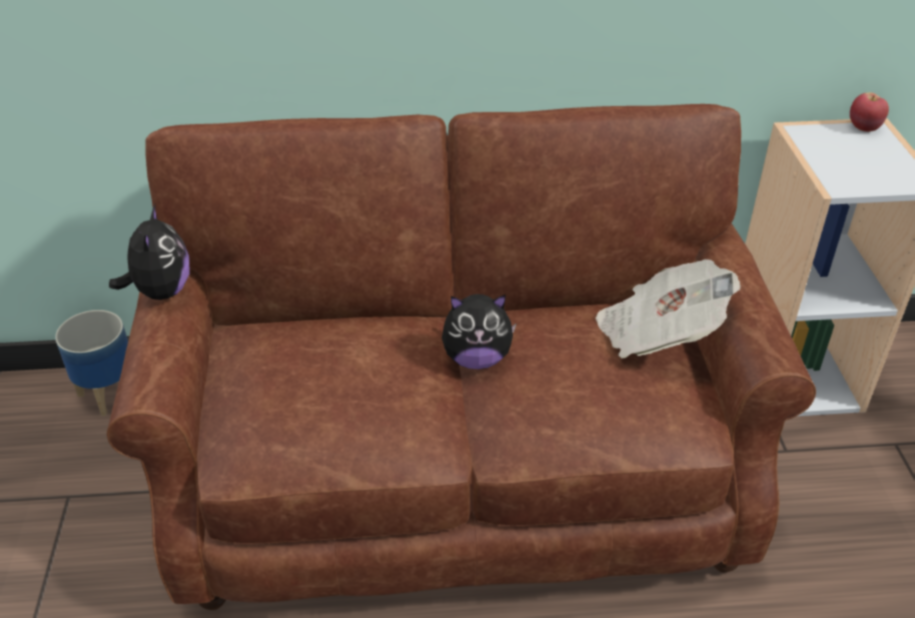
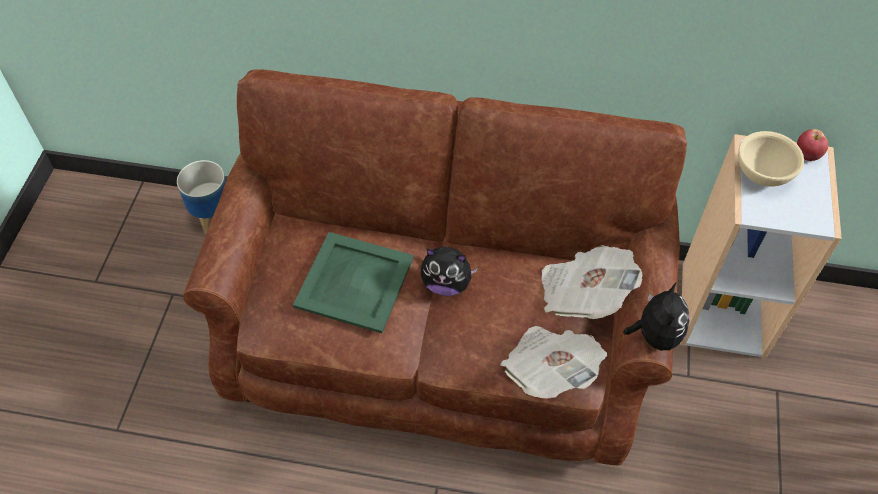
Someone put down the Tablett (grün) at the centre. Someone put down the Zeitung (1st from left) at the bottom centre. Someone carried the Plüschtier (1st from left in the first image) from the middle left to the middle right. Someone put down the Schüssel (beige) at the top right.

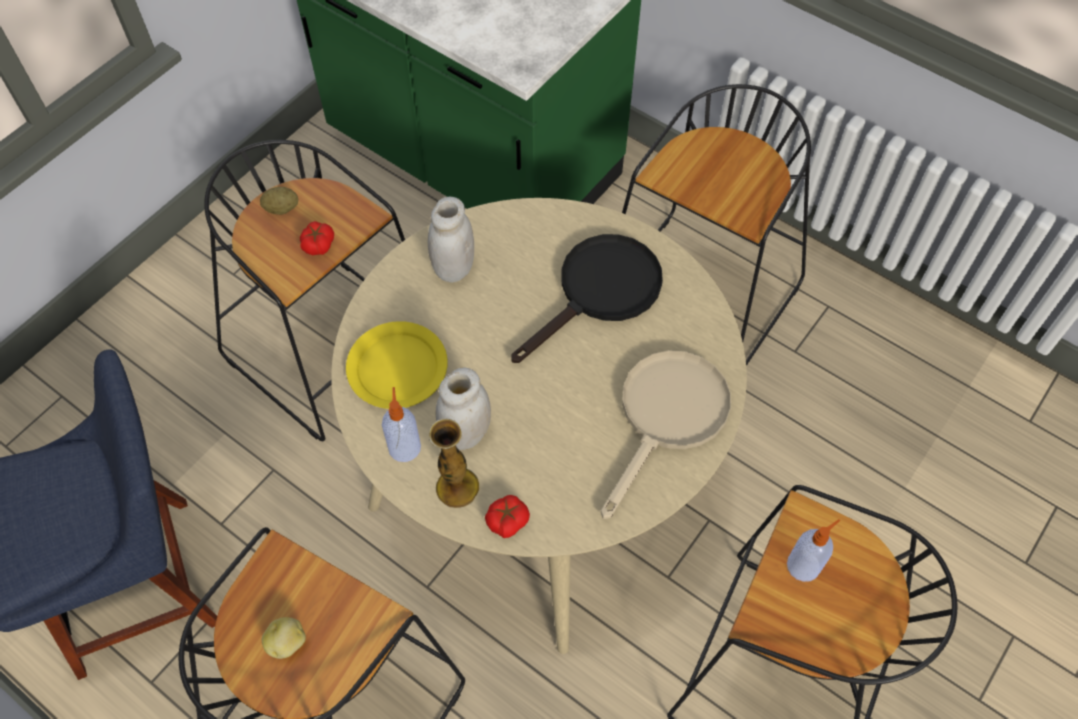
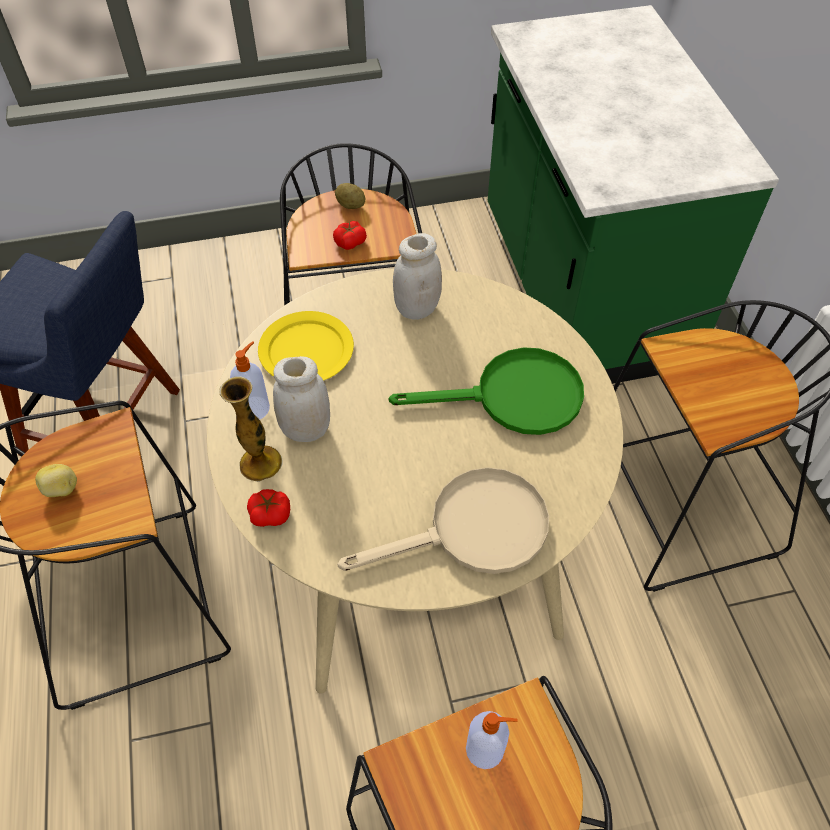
Someone repainted the Pfanne (schwarz) at the centre, which became the Pfanne (grün) at the centre.

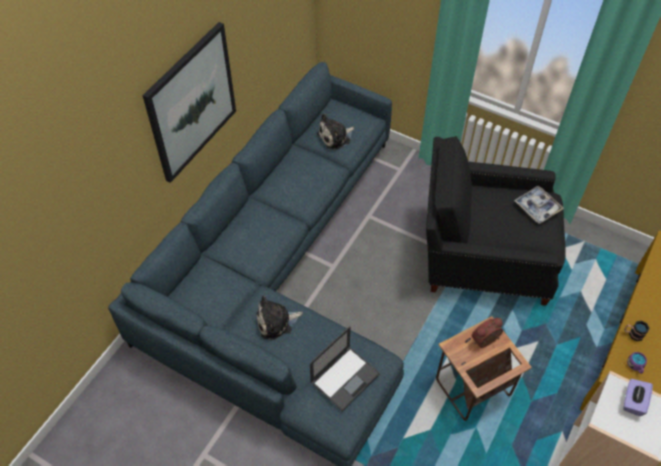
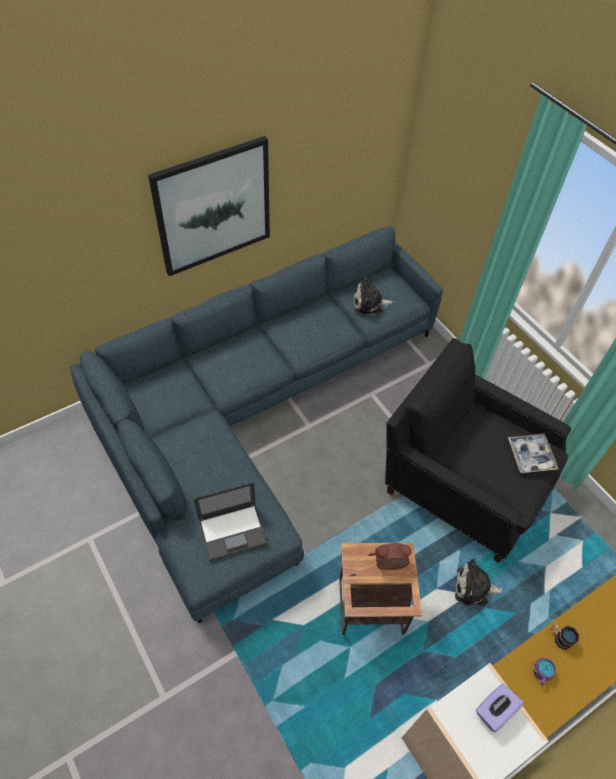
Someone carried the Plüschtier (1st from left in the first image) from the bottom centre to the bottom right.

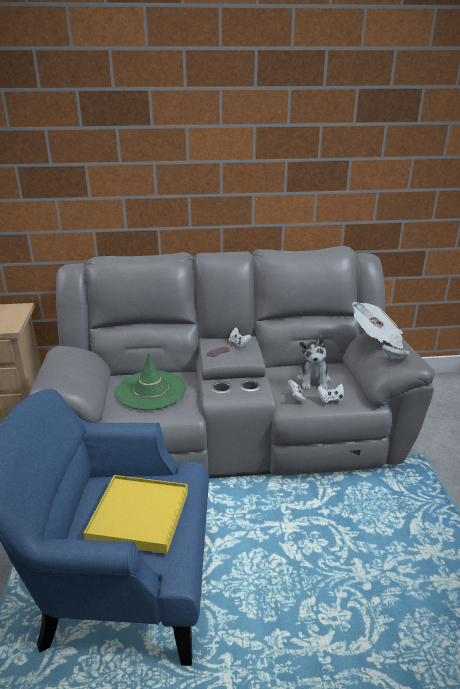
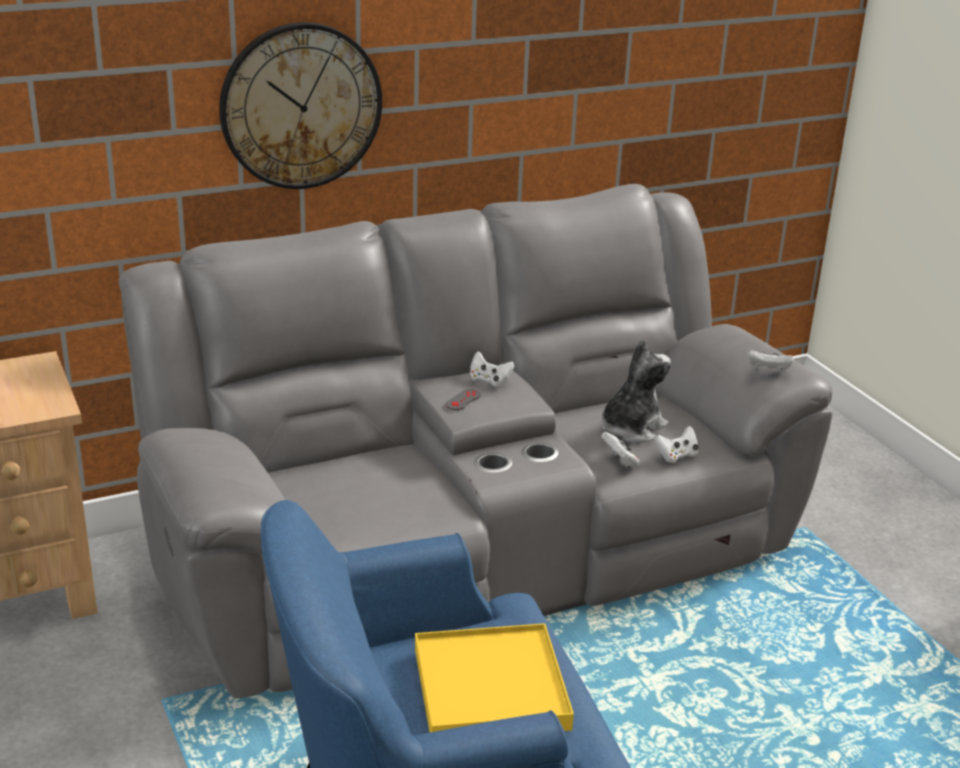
Someone put up the Wanduhr at the top left. Someone rotated the Plüschtier at the middle right by 120 degrees counterclockwise. Someone took away the Hut (grün) at the middle left. Someone took away the Zeitung at the middle right.

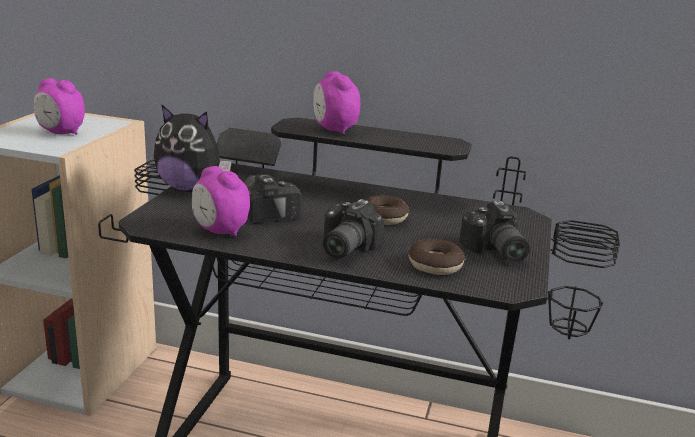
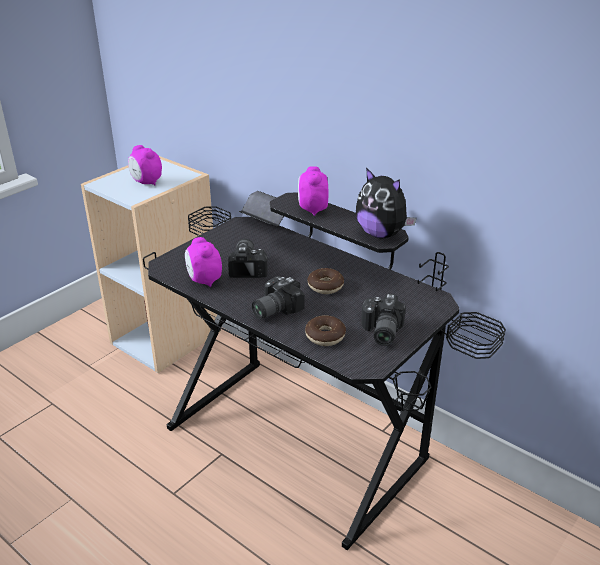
Someone carried the Plüschtier from the middle left to the centre.

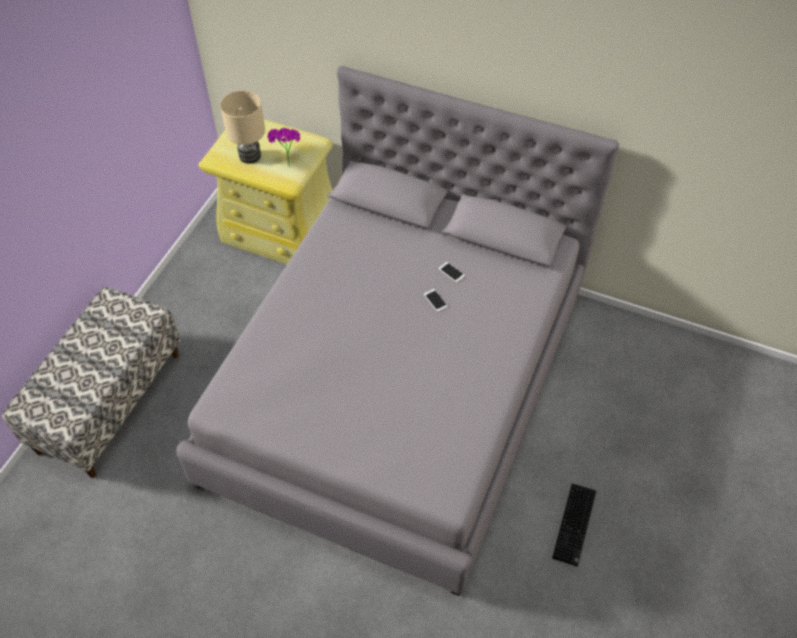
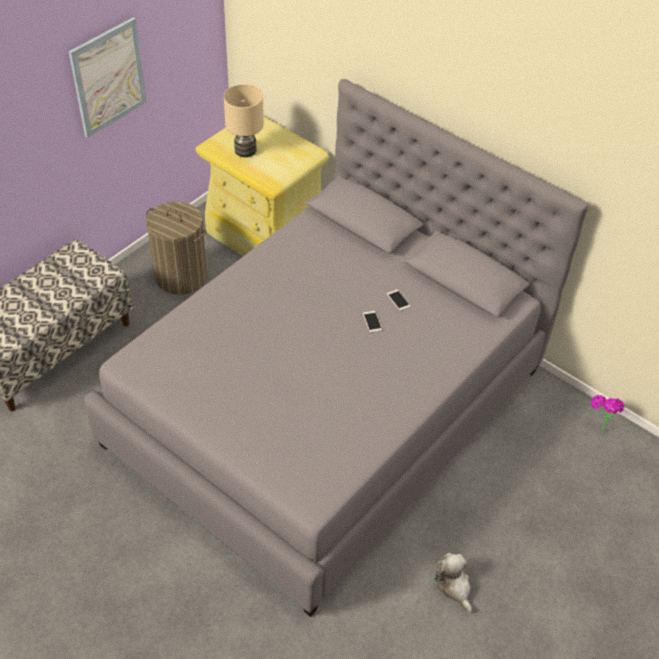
Someone put up the Bild at the top left. Someone put down the Wäschekorb at the middle left. Someone swapped the Tastatur at the bottom right for the Plüschtier at the bottom right. Someone carried the Topfpflanze from the top centre to the middle right.

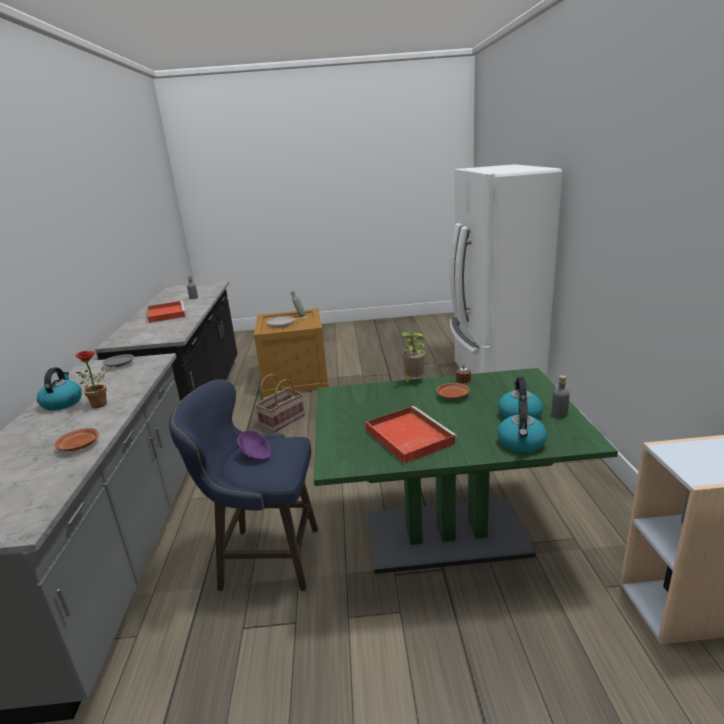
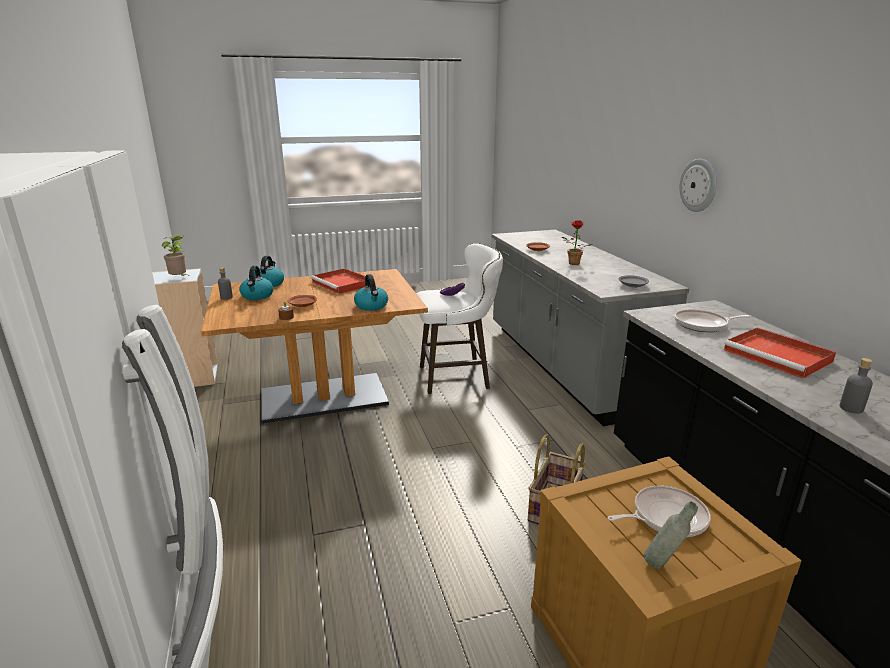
Someone carried the Topfpflanze (2nd from left in the first image) from the centre to the middle left. Someone repainted the Esstisch (grün) at the centre, which became the Esstisch (braun) at the centre. Someone carried the Wasserkessel (1st from left in the first image) from the middle left to the centre. Someone repainted the Hocker (blau) at the bottom centre, which became the Hocker (weiß) at the centre. Someone put down the Pfanne (2nd from left) at the middle right. Someone put up the Wanduhr at the top right.

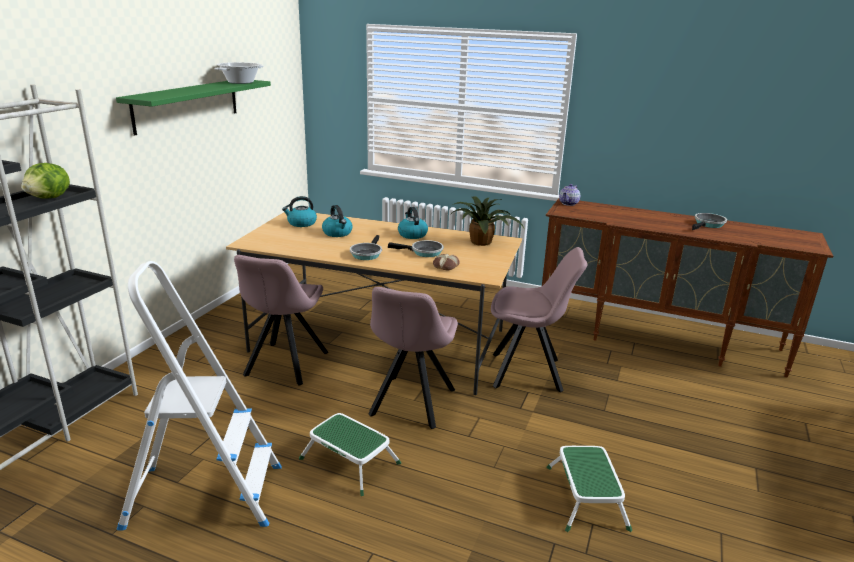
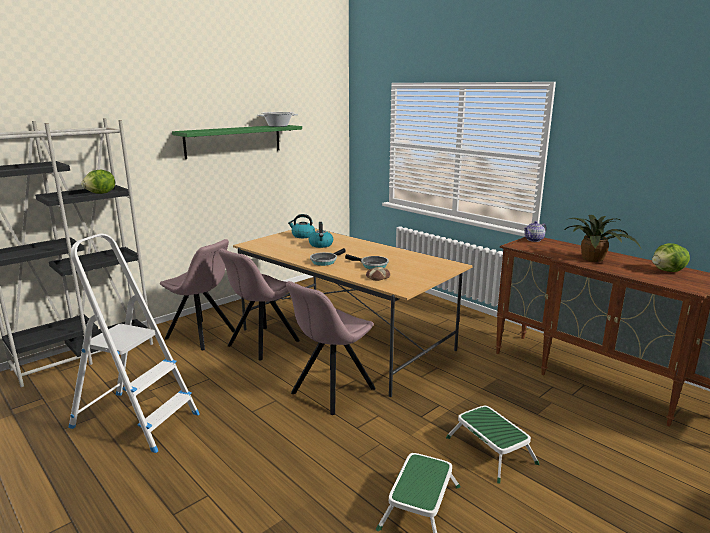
Someone carried the Stuhl (rosa) (3rd from left in the first image) from the centre to the middle left. Someone carried the Trittleiter (grün) (1st from left in the first image) from the bottom centre to the bottom right. Someone carried the Topfpflanze from the centre to the middle right. Someone swapped the Pfanne (3rd from left) at the middle right for the Salatkopf (2nd from left) at the middle right. Someone took away the Wasserkessel (3rd from left) at the centre.

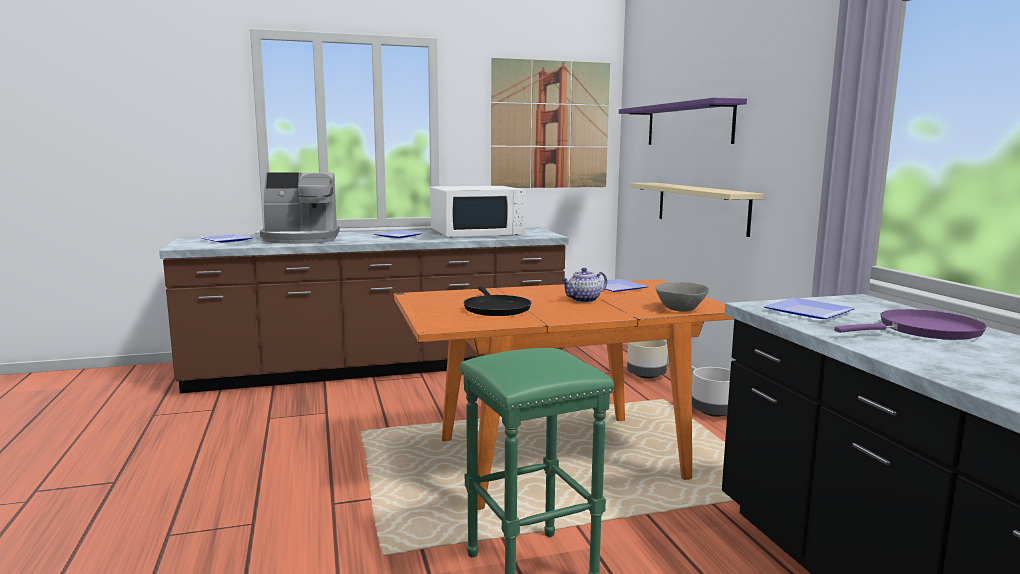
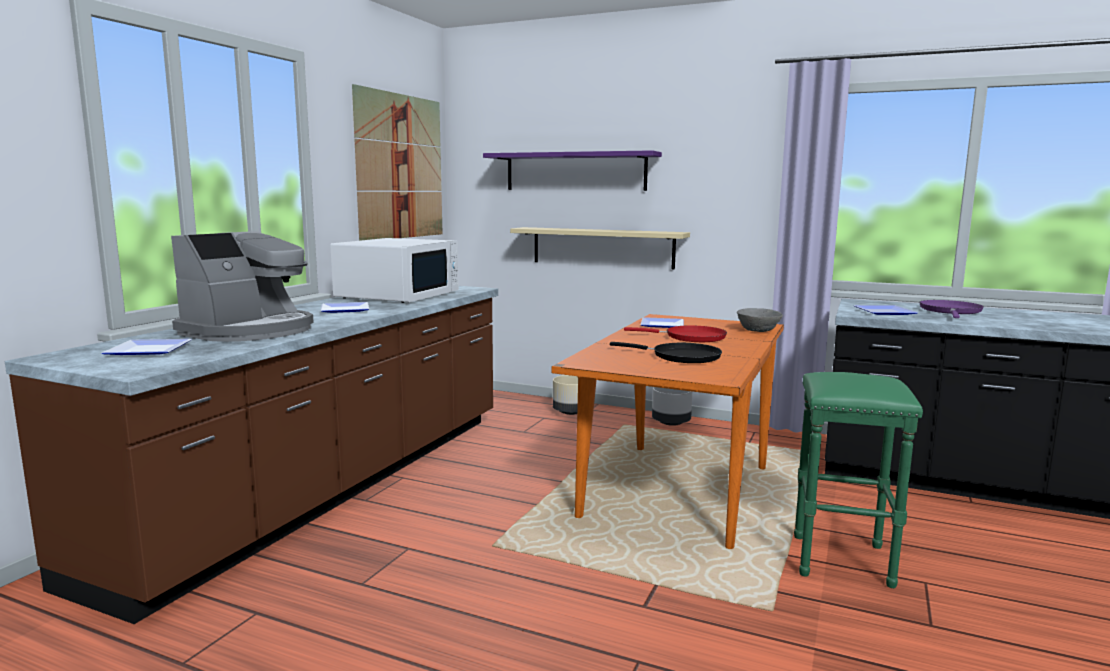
Someone swapped the Teekanne at the centre for the Pfanne (rot) at the centre.

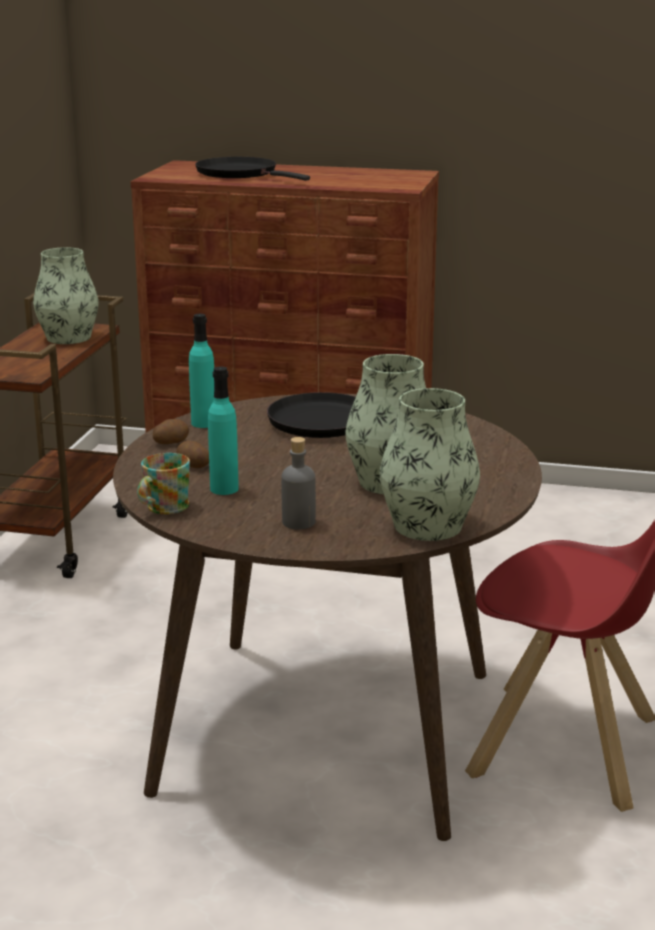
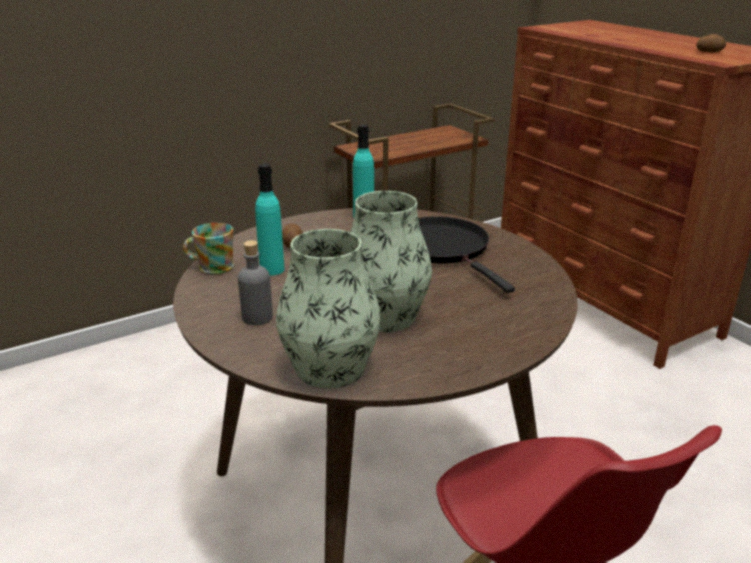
Someone carried the Kartoffel (1st from left in the first image) from the middle left to the top right. Someone took away the Vase (1st from left) at the top left. Someone took away the Pfanne (schwarz) (1st from left) at the top centre.

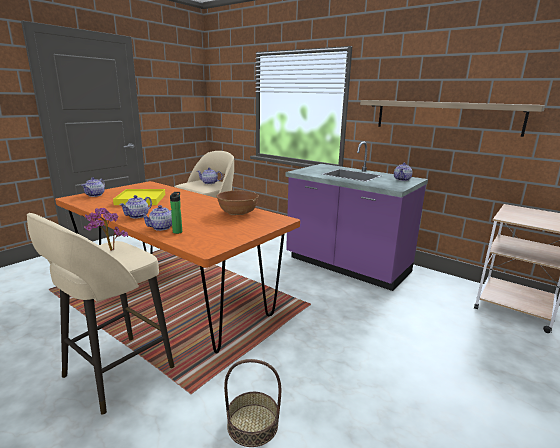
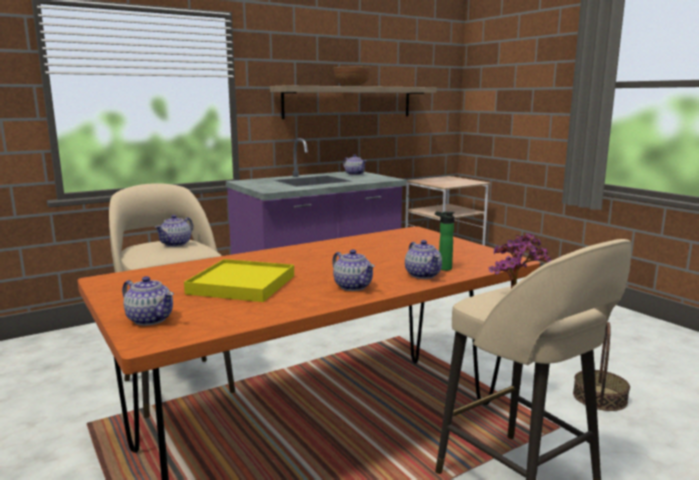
Someone carried the Schüssel (braun) from the centre to the top centre.

